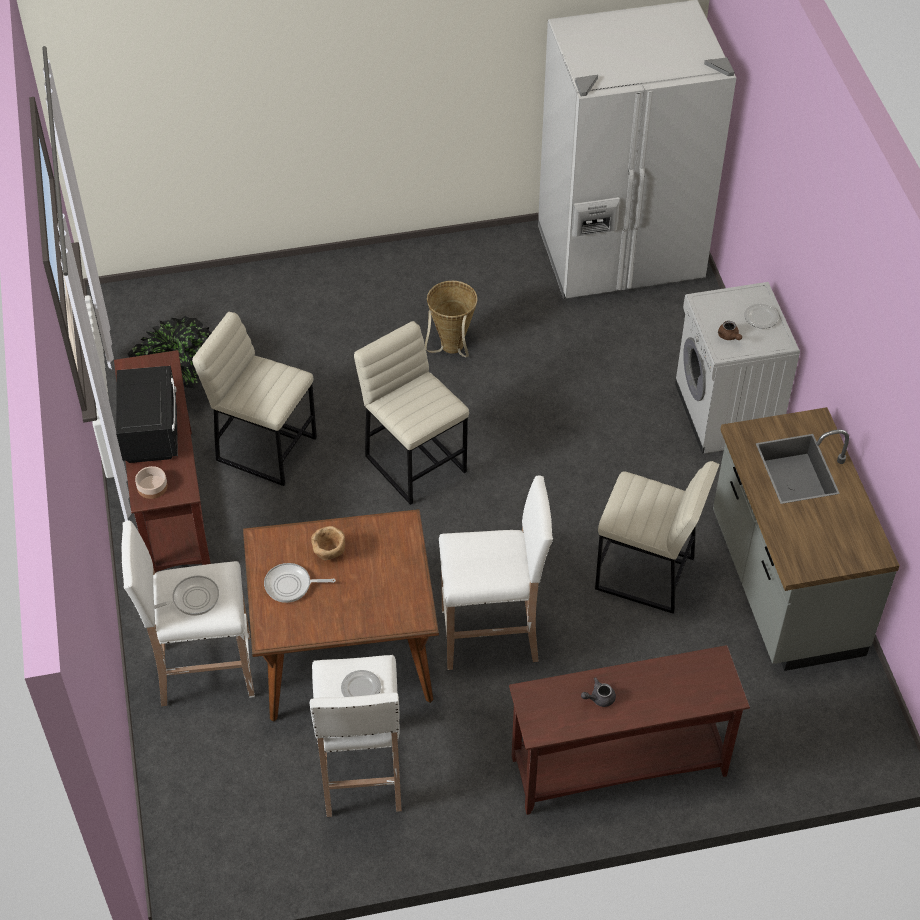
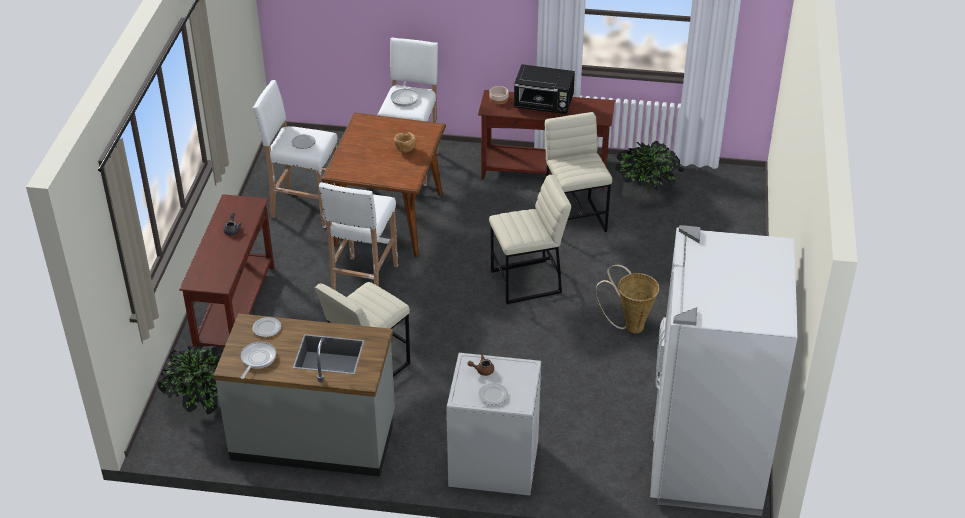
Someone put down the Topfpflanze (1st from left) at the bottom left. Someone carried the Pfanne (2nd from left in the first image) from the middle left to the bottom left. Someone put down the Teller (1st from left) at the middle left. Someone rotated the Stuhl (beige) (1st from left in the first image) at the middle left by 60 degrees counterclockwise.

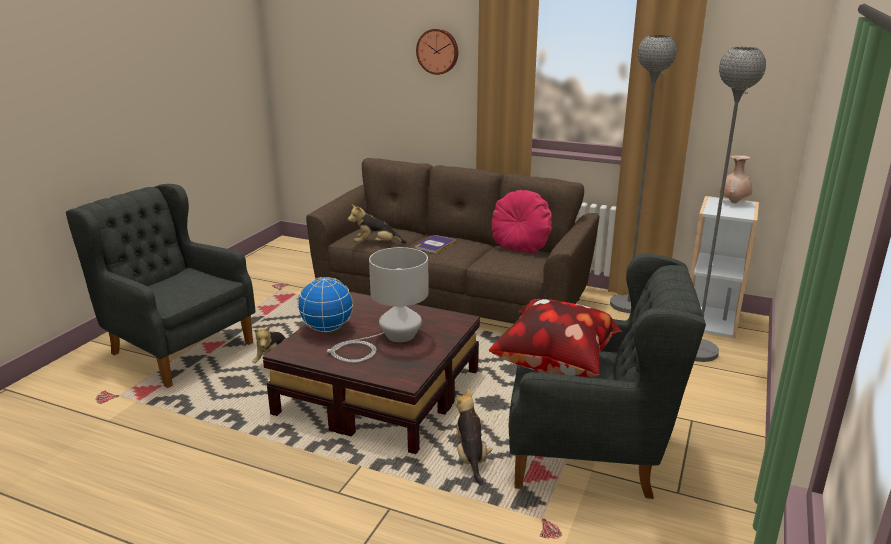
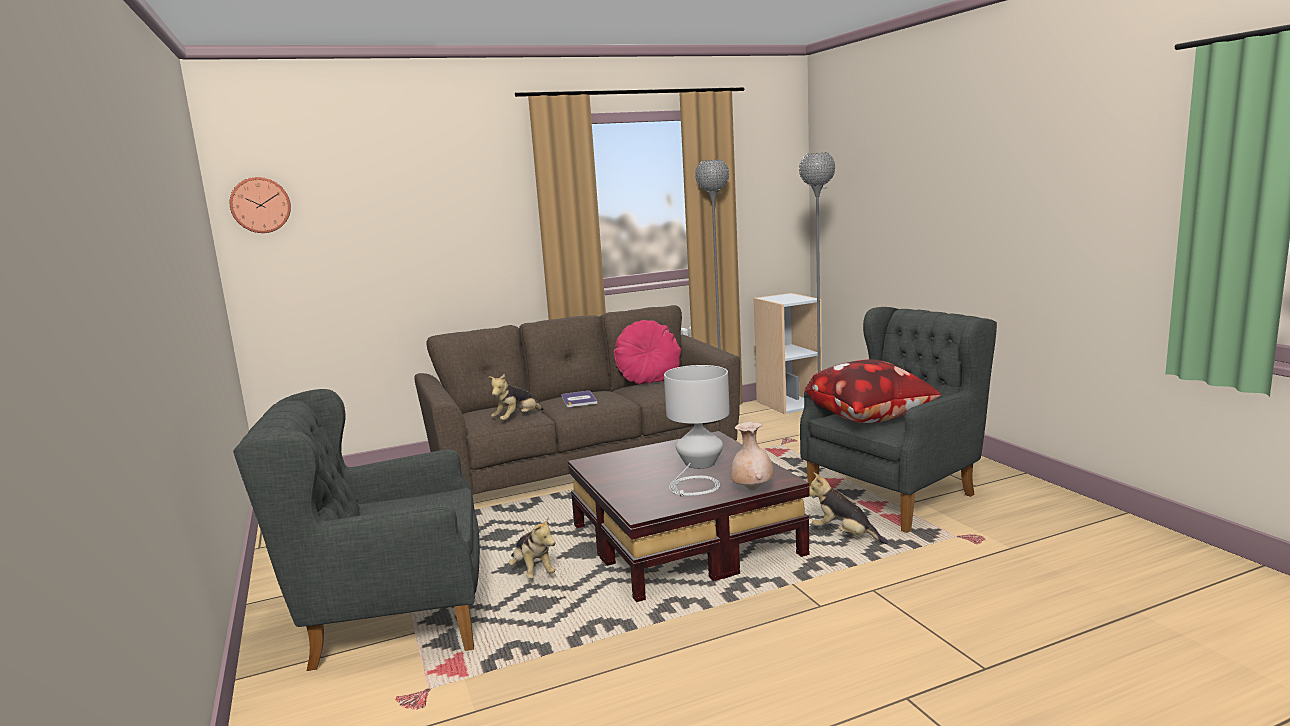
Someone carried the Wanduhr from the top centre to the top left. Someone carried the Vase (beige) from the top right to the centre. Someone took away the Globus at the centre.

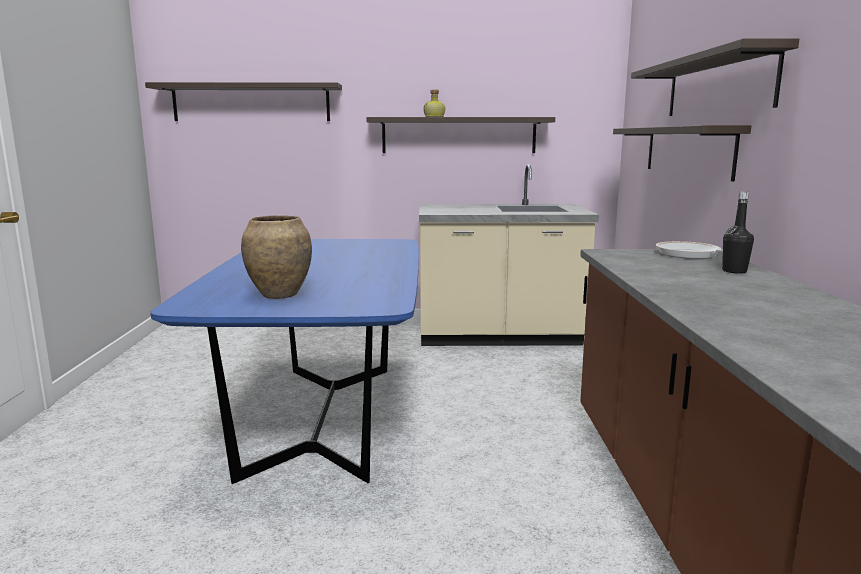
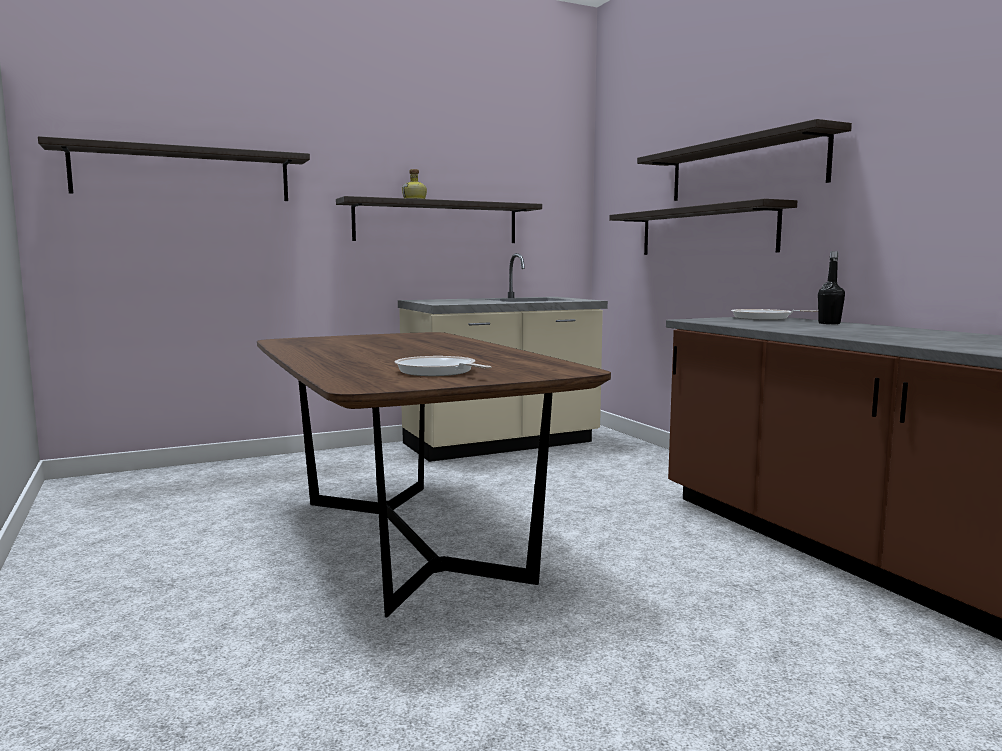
Someone repainted the Esstisch (blau) at the middle left, which became the Esstisch (braun) at the centre. Someone swapped the Vase (braun) at the middle left for the Pfanne (1st from left) at the centre.

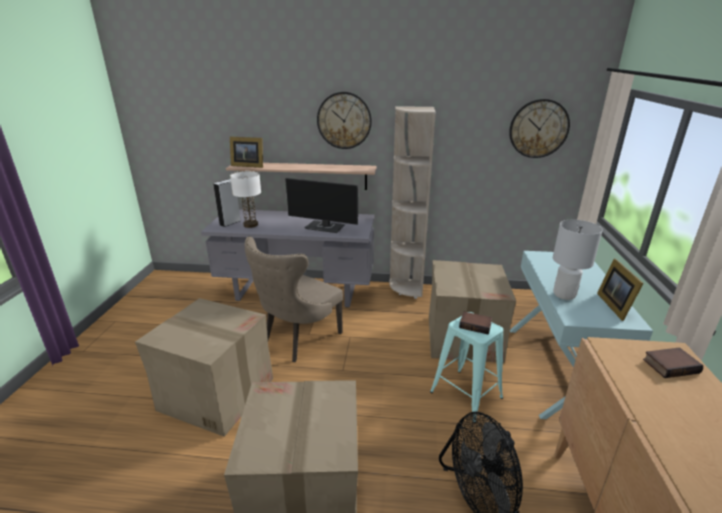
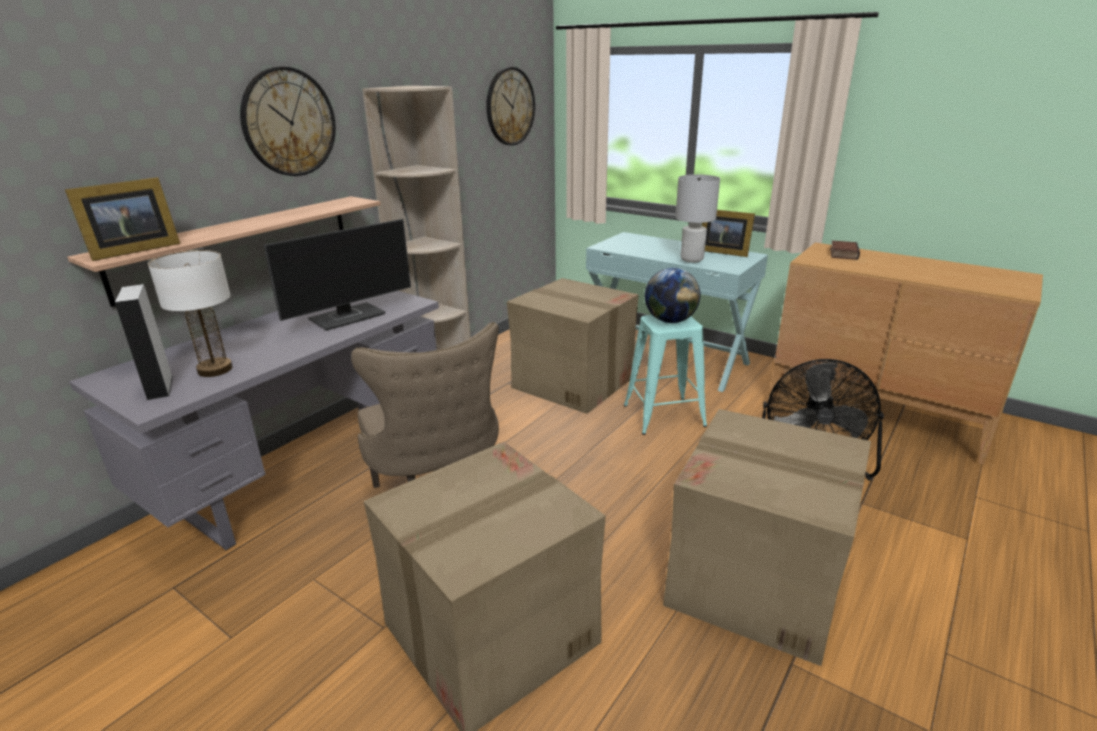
Someone swapped the Buch (1st from left) at the centre for the Globus at the centre.

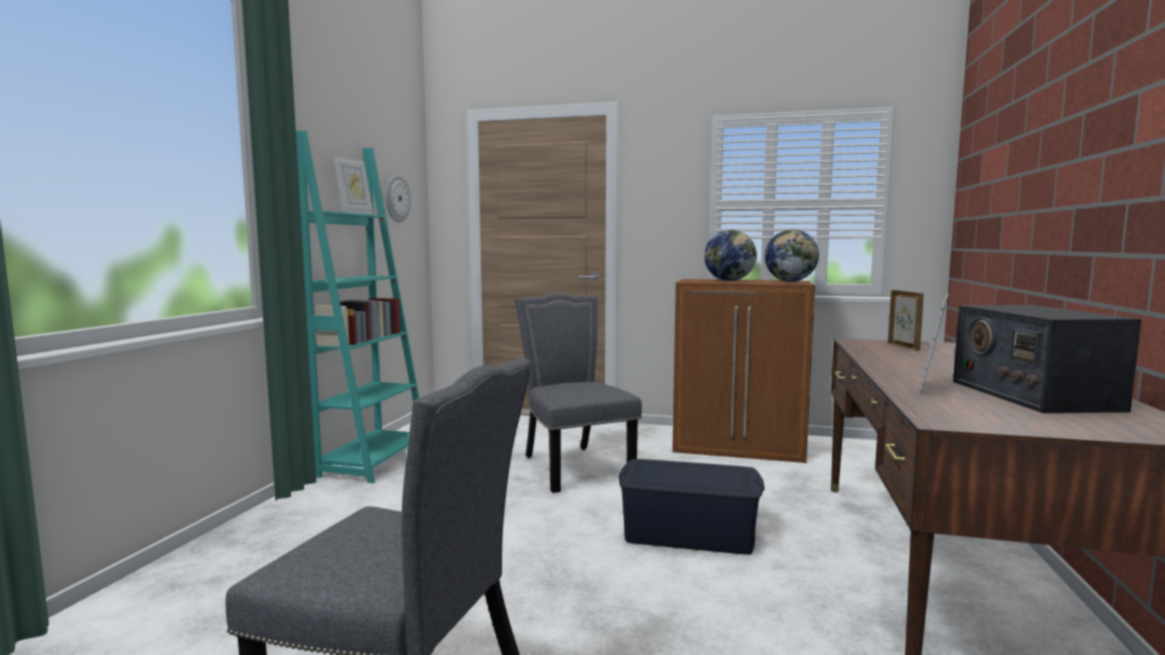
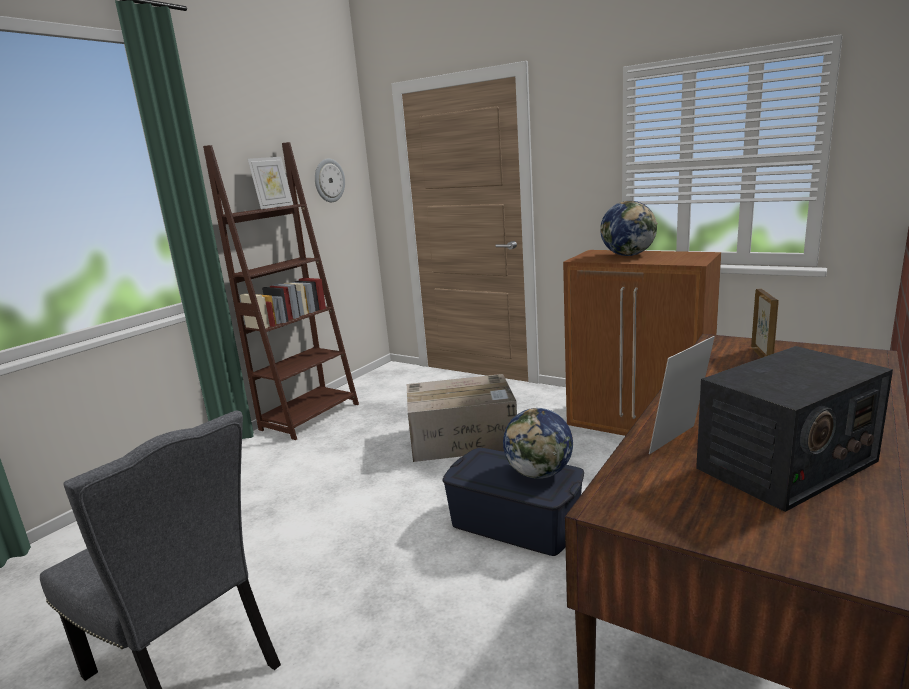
Someone repainted the Bücherregal (türkis) at the middle left, which became the Bücherregal (braun) at the middle left. Someone swapped the Stuhl (grau) (2nd from left) at the centre for the Karton at the centre. Someone carried the Globus (2nd from left in the first image) from the middle right to the centre. Someone rotated the Radio at the middle right by 135 degrees counterclockwise.

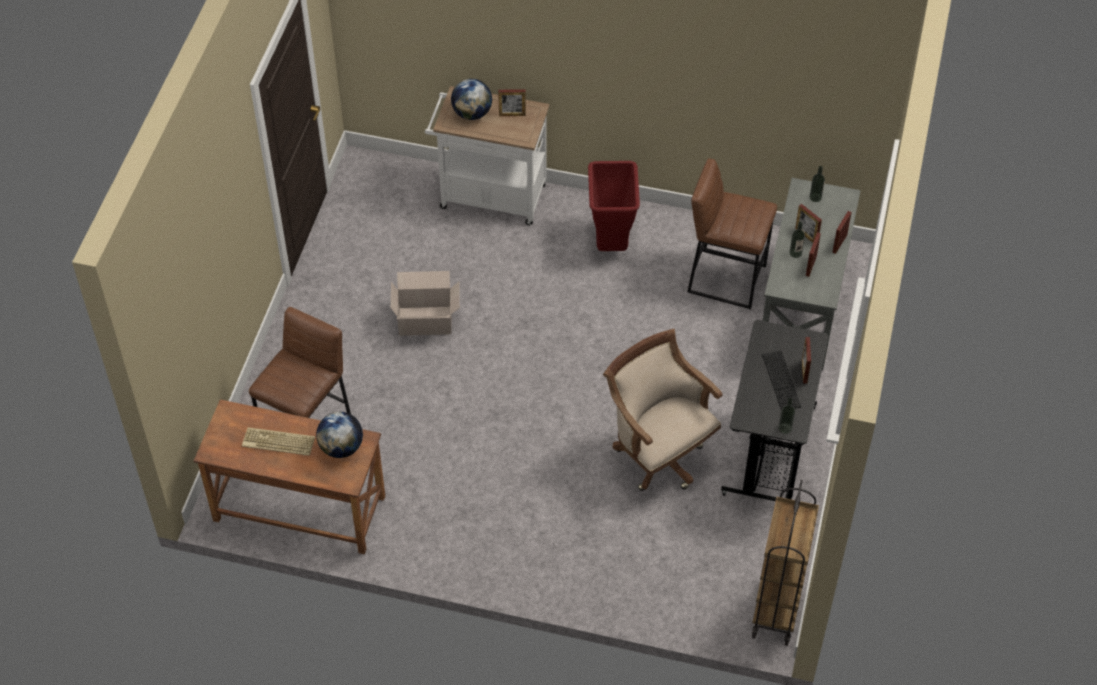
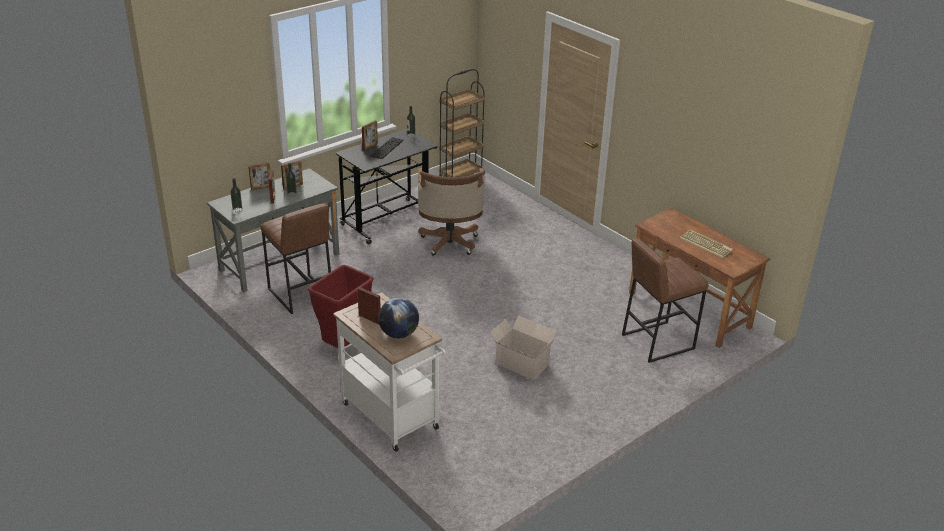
Someone took away the Globus (1st from left) at the middle left.

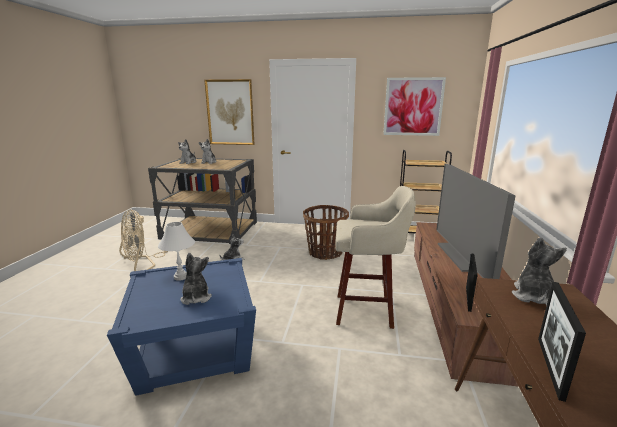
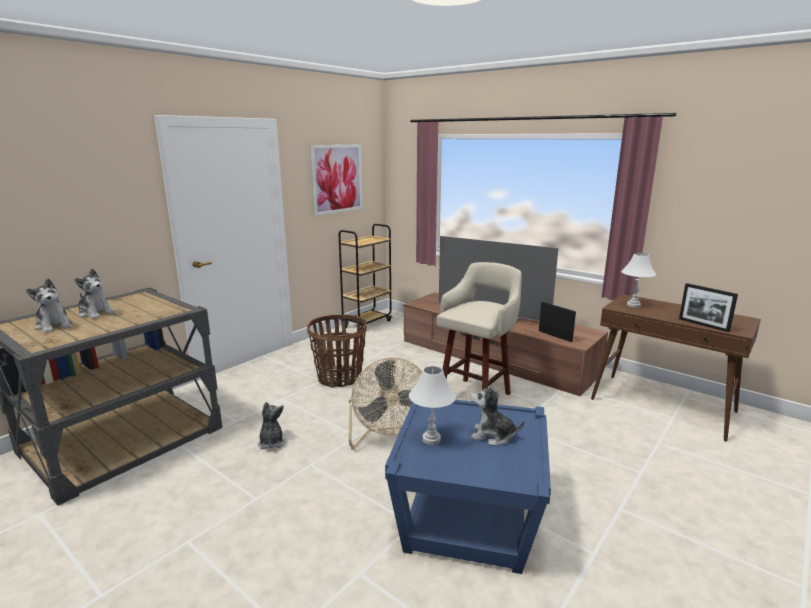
Someone carried the Ventilator (beige) from the middle left to the centre. Someone swapped the Plüschtier (5th from left) at the middle right for the Tischlampe (weiß) (2nd from left) at the middle right. Someone took away the Bild (1st from left) at the top centre.

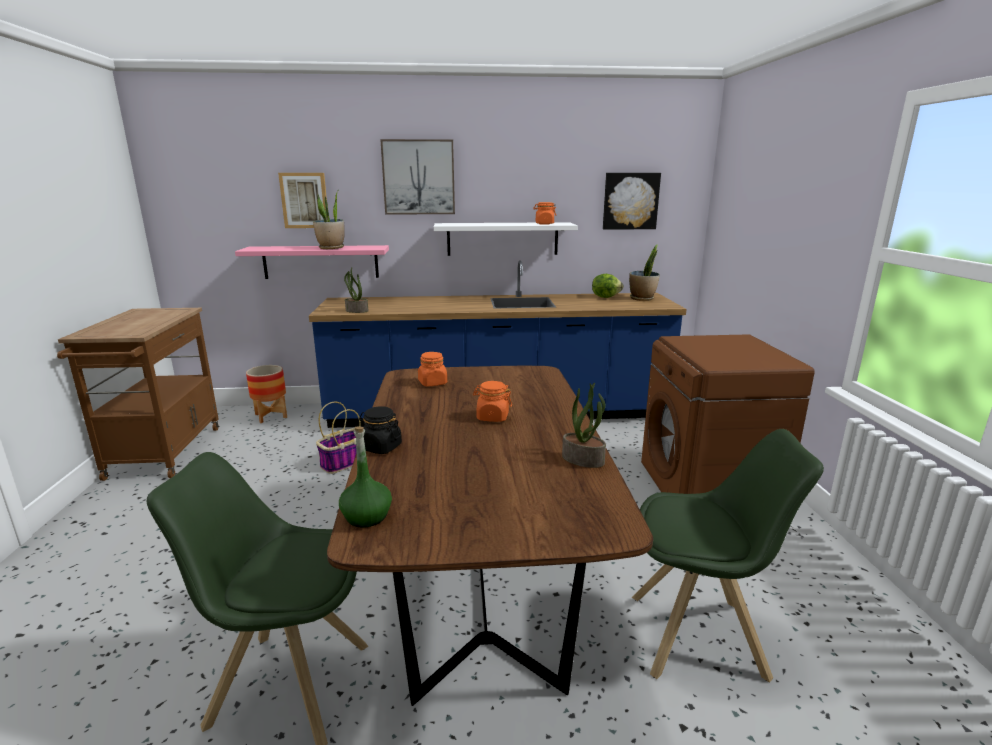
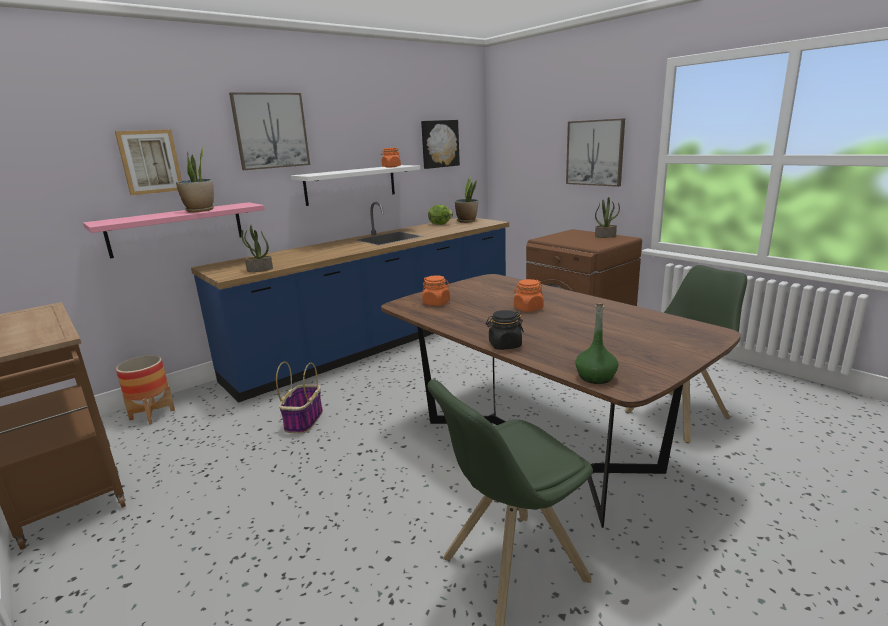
Someone put up the Bild (4th from left) at the top right. Someone carried the Topfpflanze (3rd from left in the first image) from the centre to the middle right.

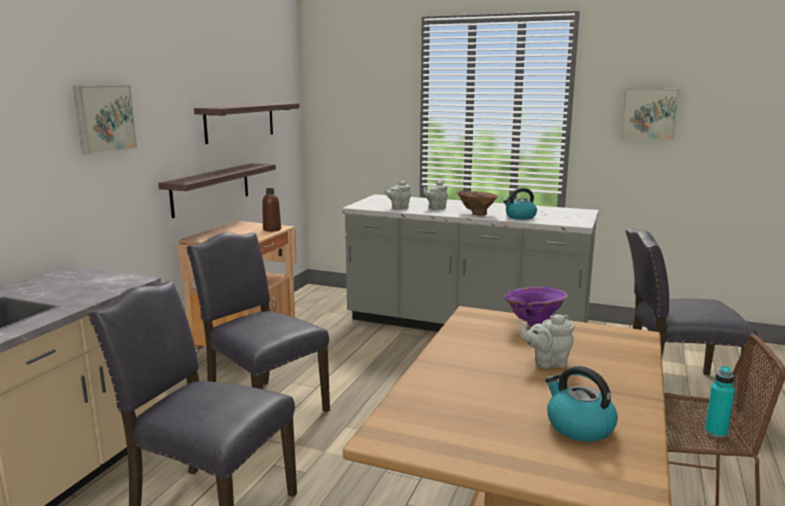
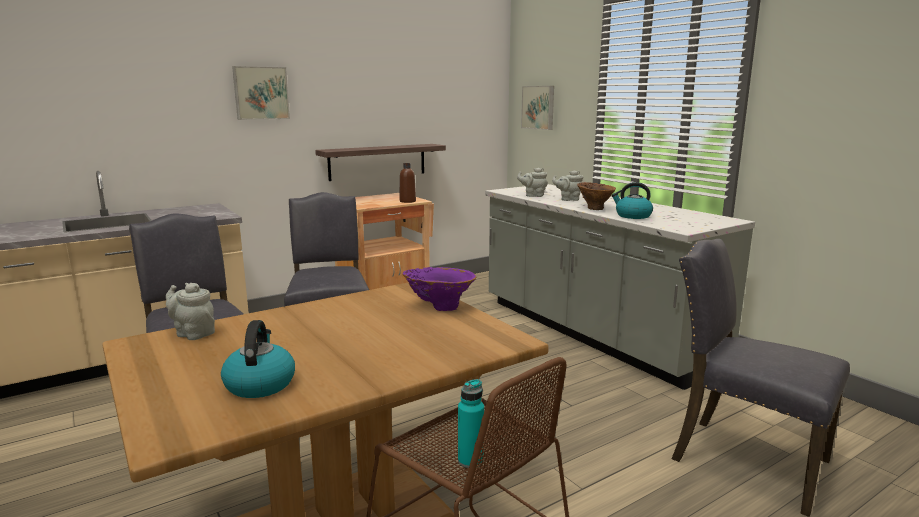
Someone carried the Teekanne (grau) (3rd from left in the first image) from the bottom right to the middle left. Someone carried the Bild (2nd from left) from the top right to the top centre. Someone took away the Wandregal (2nd from left) at the top left.

